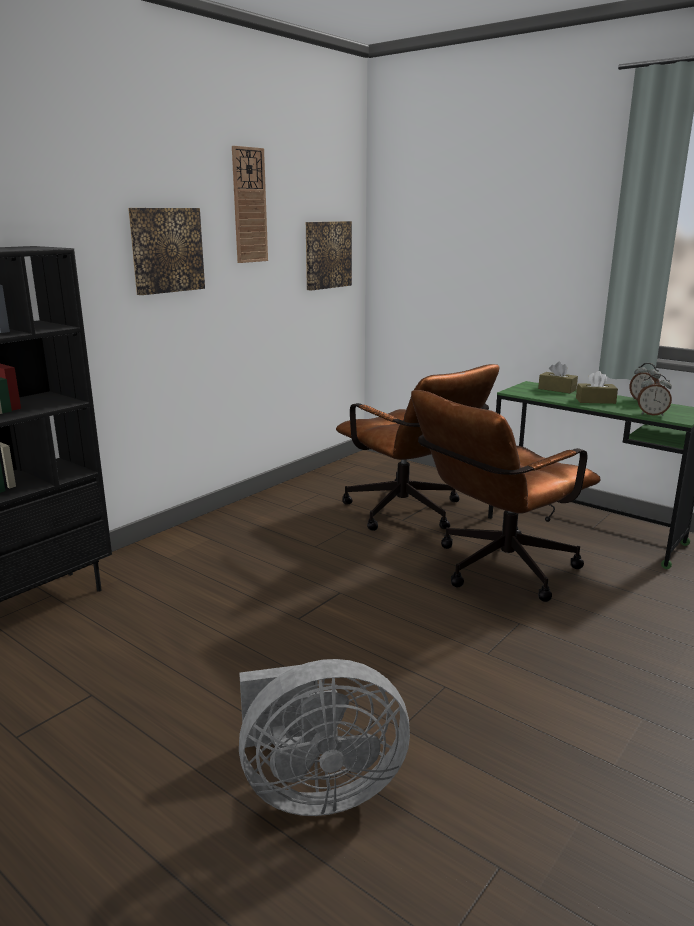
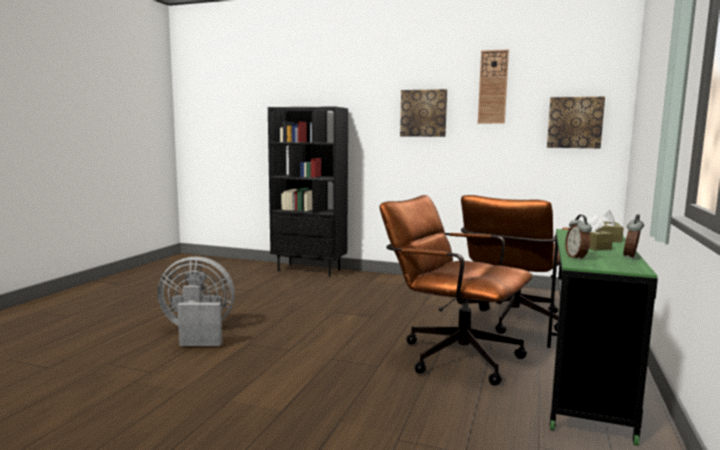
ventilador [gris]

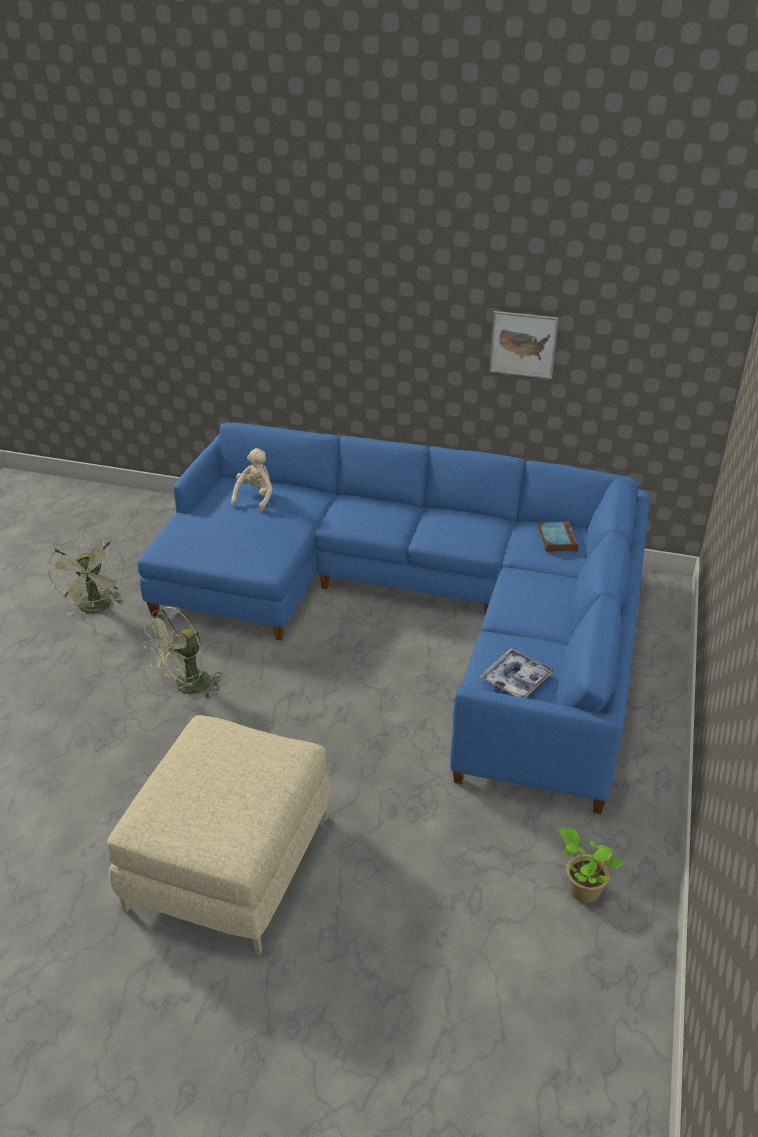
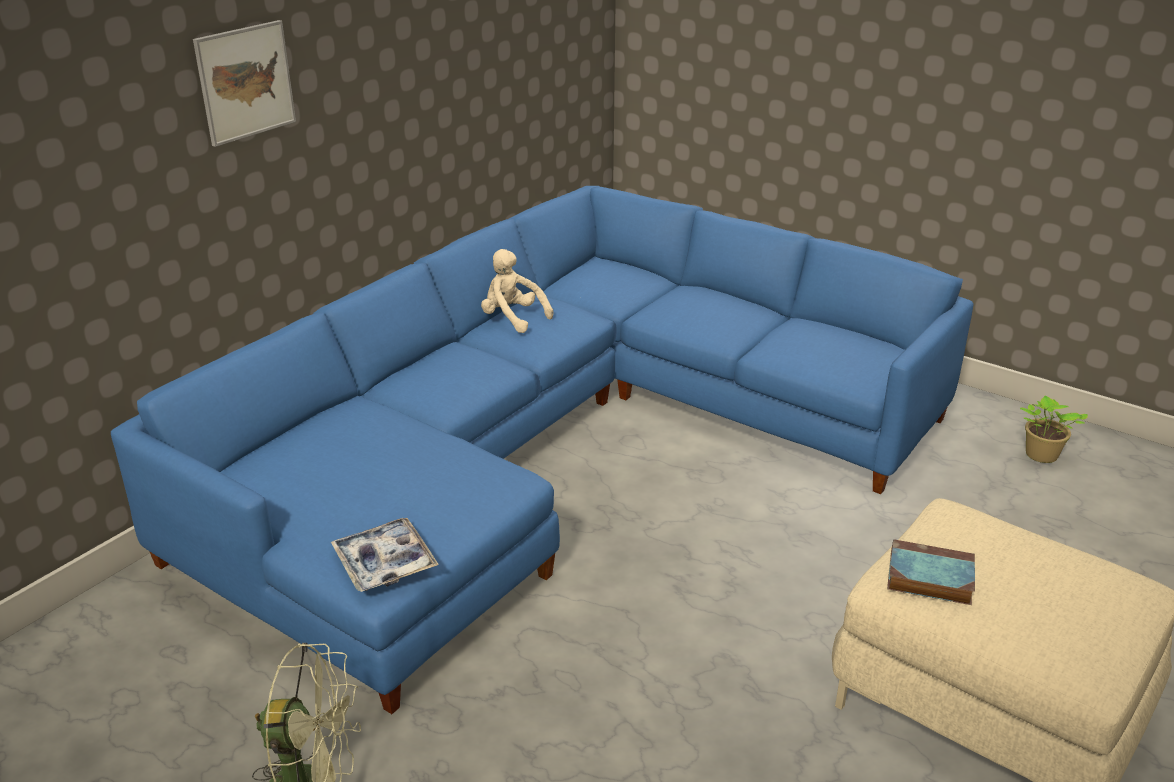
cuadro
peluche [beis]
libro
ventilador [verde] (2nd from left in the first image)
bandeja

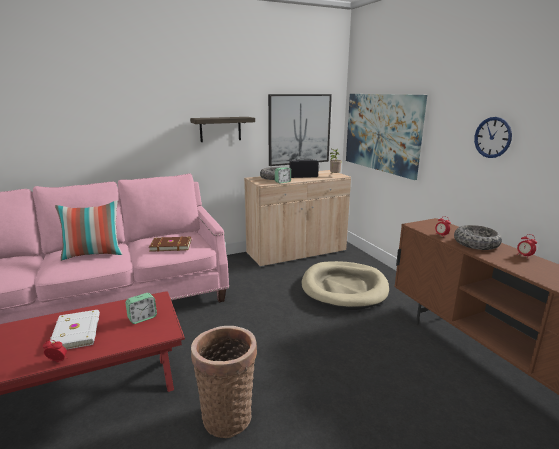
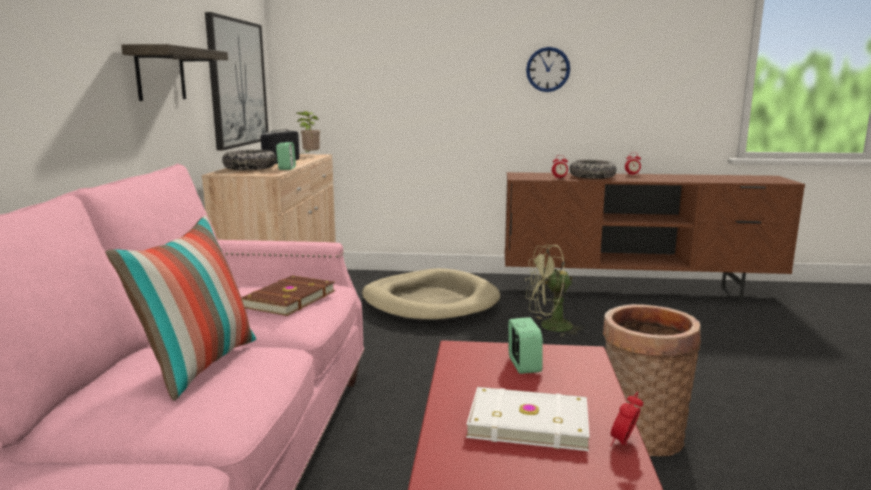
cuadro (2nd from left in the first image)
ventilador [verde]

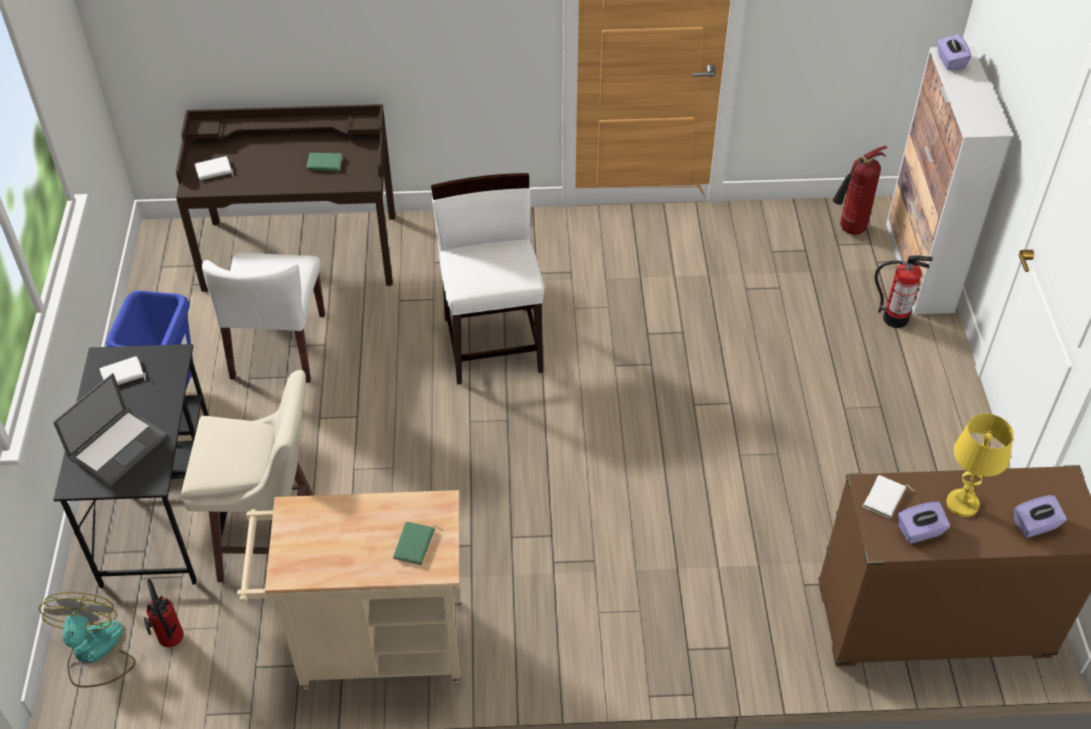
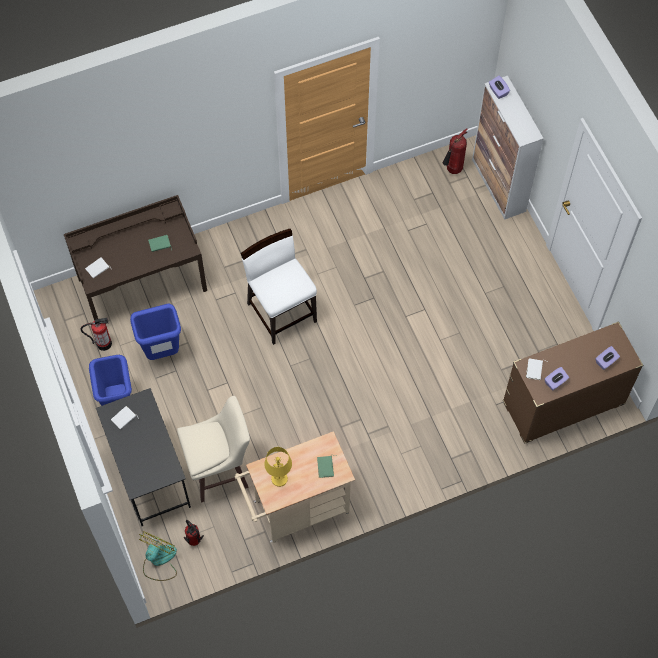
papelera [azul] (2nd from left)
extintor (1st from left)
portátil
lámpara de mesa [amarillo]
ventilador

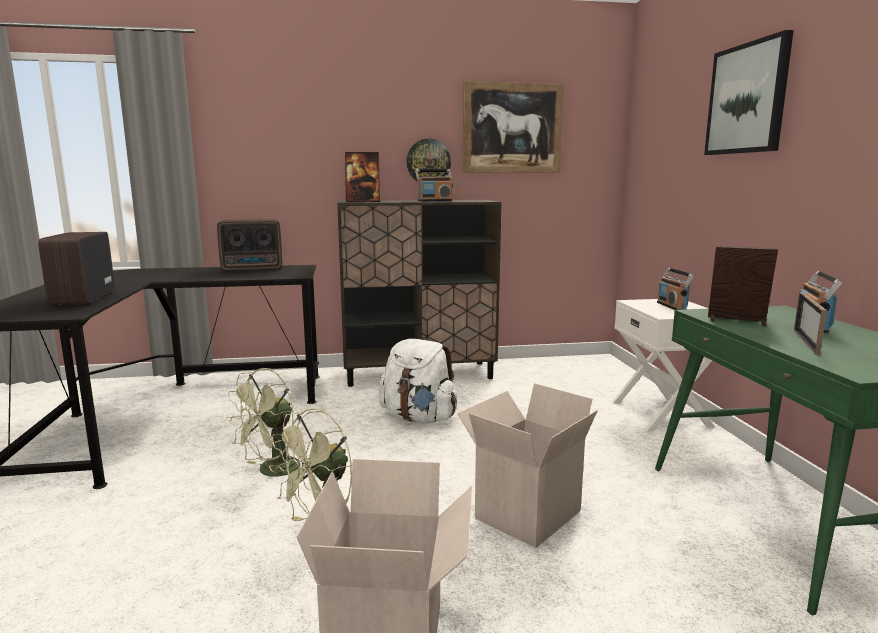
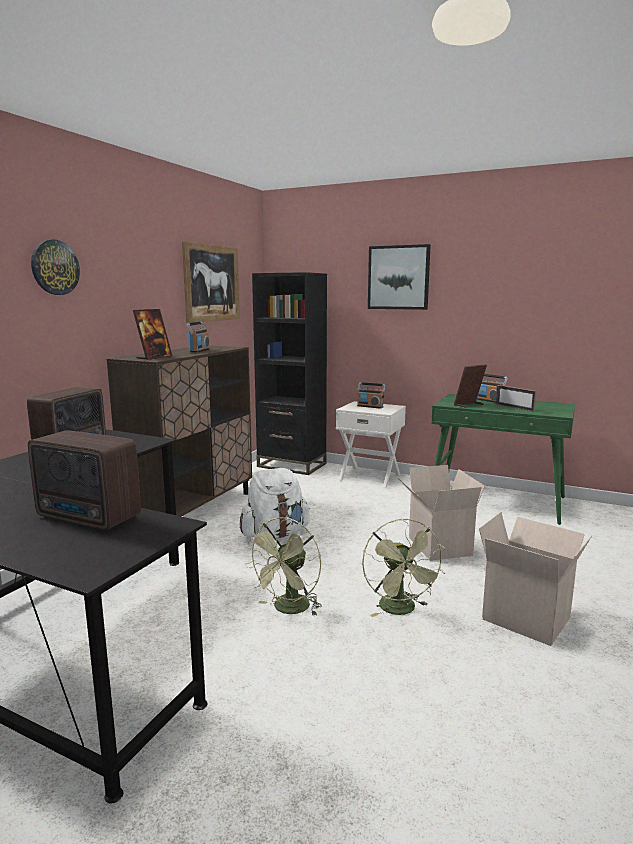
reloj de pared
ventilador [verde] (1st from left)
estantería [negro]

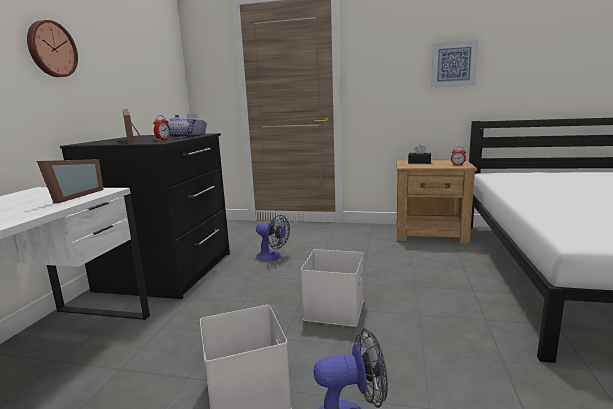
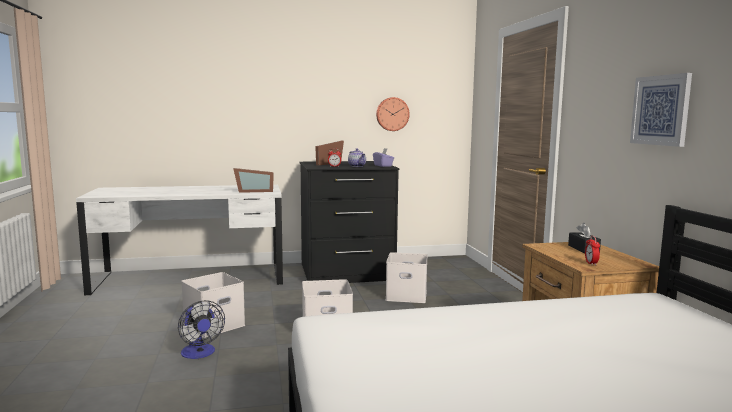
reloj de pared
caja de almacenaje [blanco] (3rd from left)

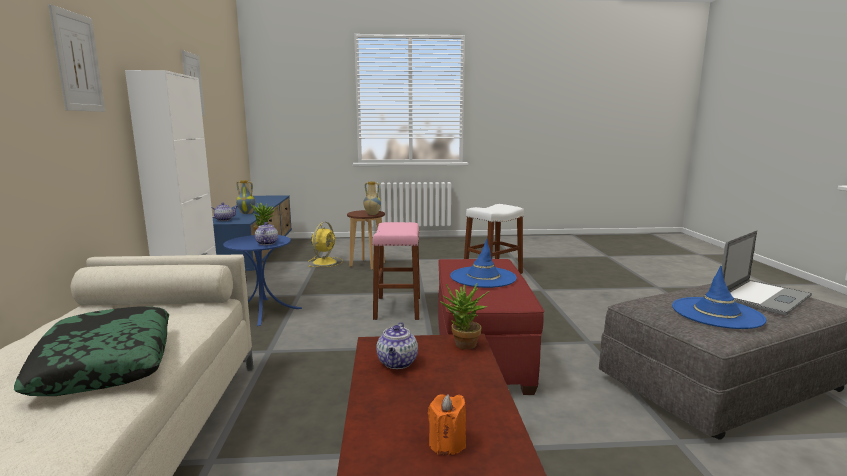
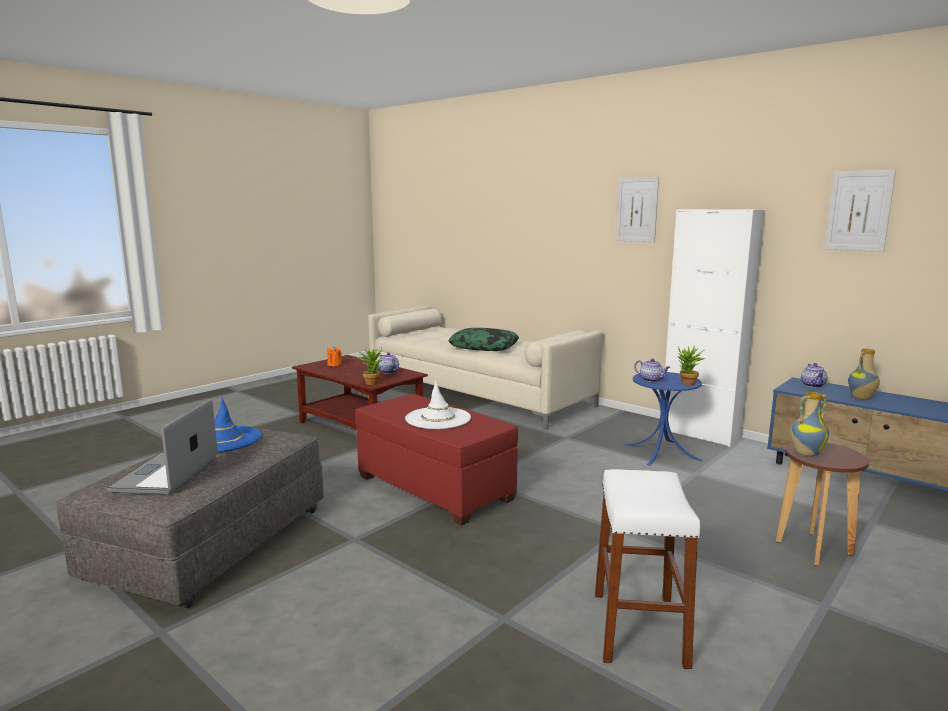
ventilador [amarillo]
taburete [rosa]
sombrero [blanco]

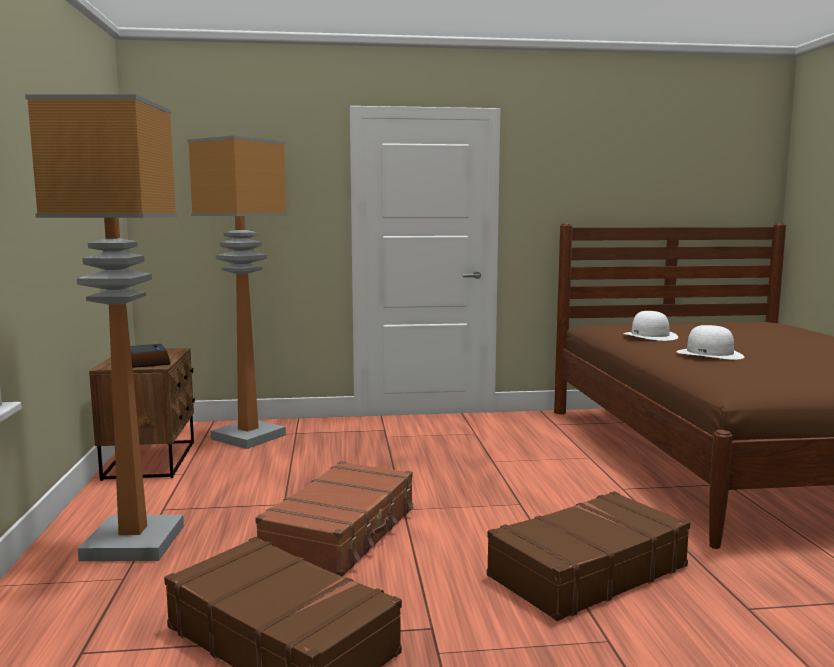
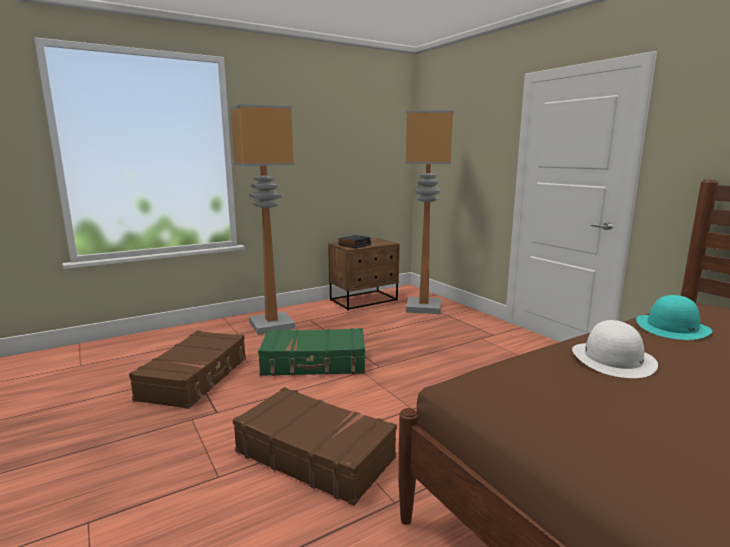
sombrero [turquesa]
maleta [verde]

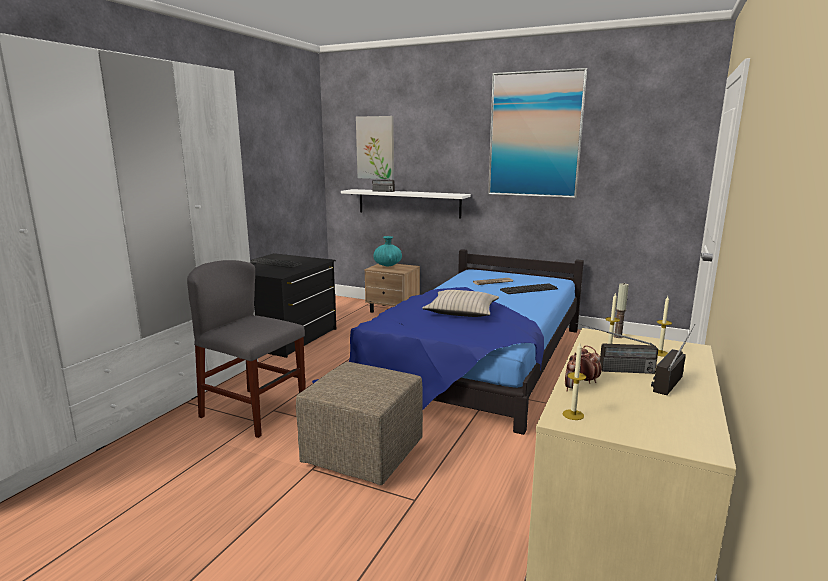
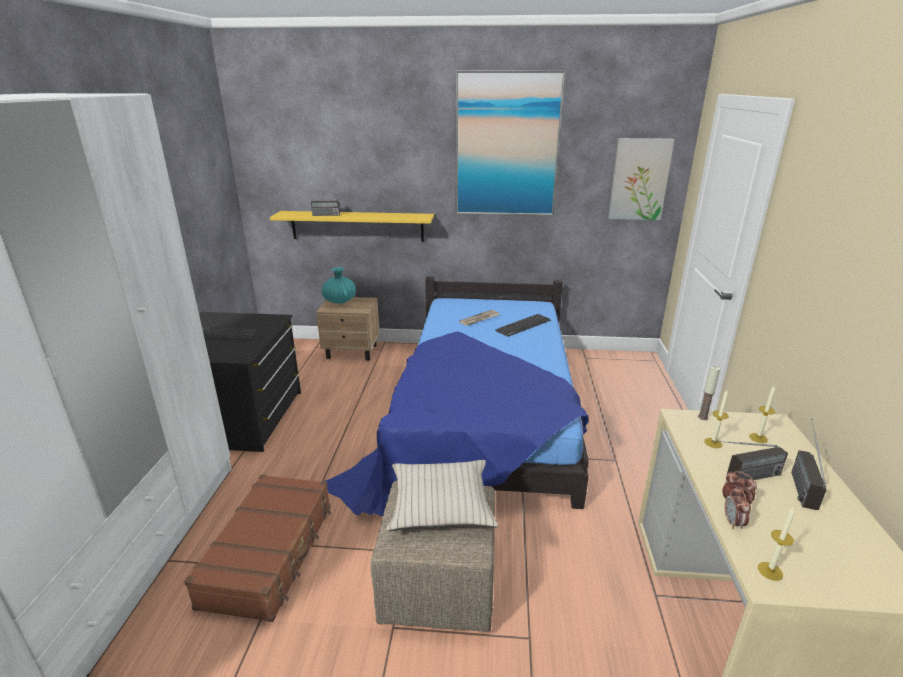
cuadro (2nd from left)
estante [amarillo]
maleta [marrón]
cojín [beis]

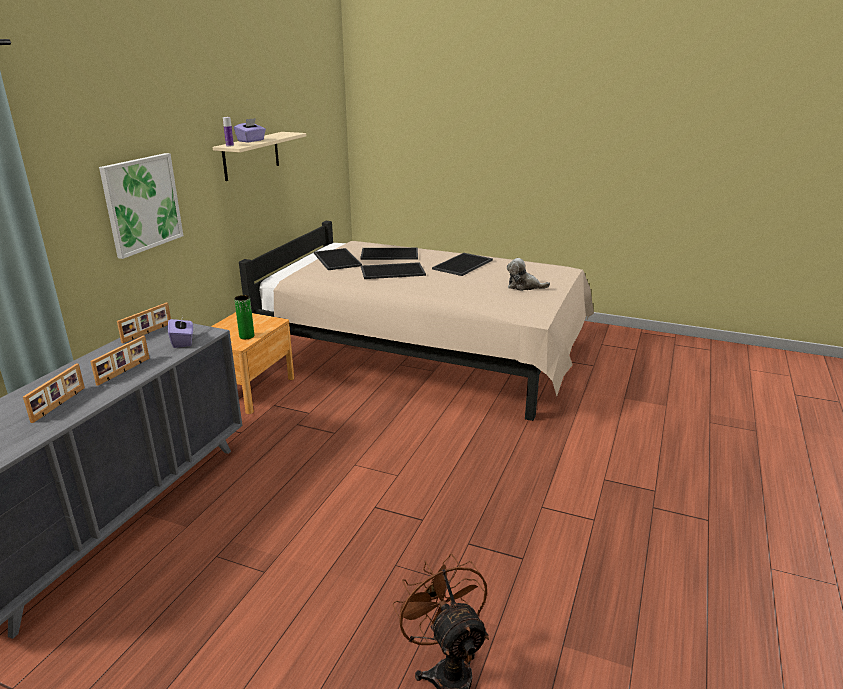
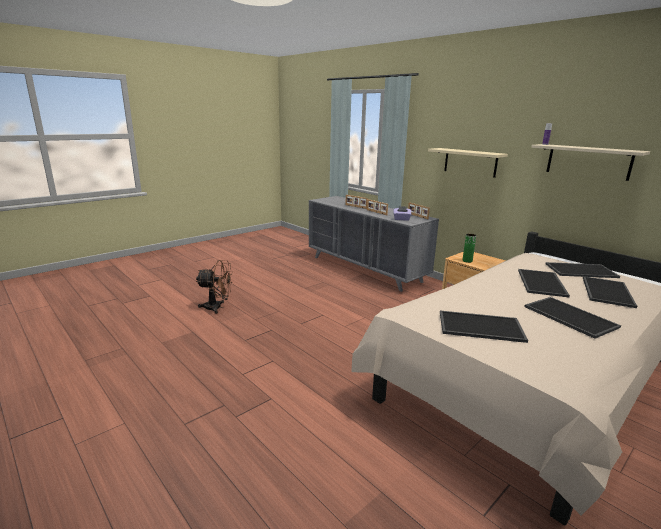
caja de pañuelos [morado] (2nd from left in the first image)
estante [beis] (1st from left)
bandeja (1st from left)

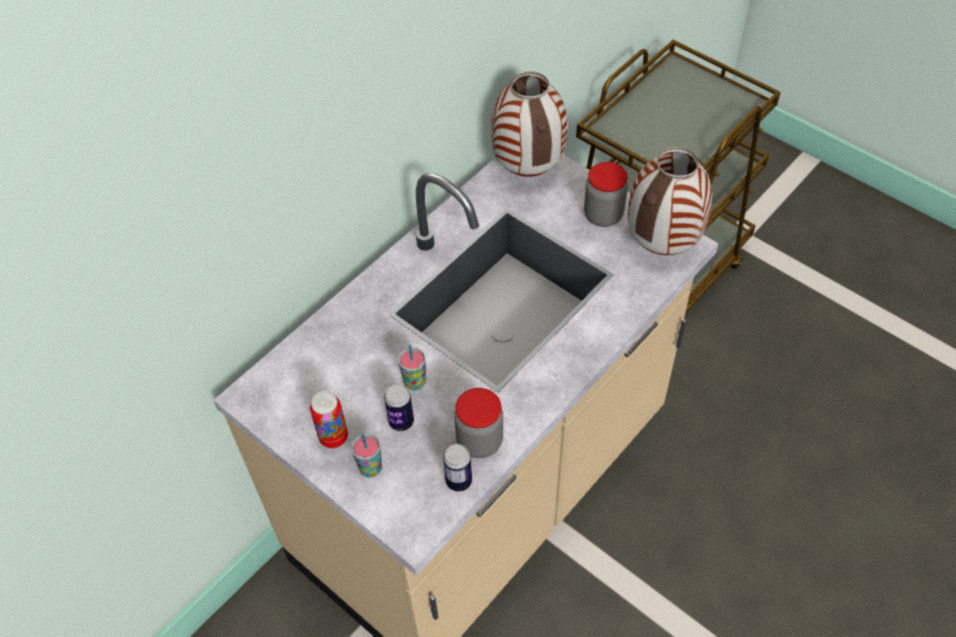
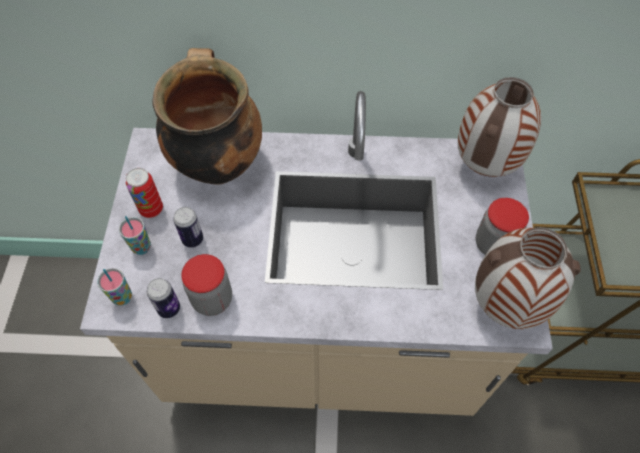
taza (1st from left)
olla

